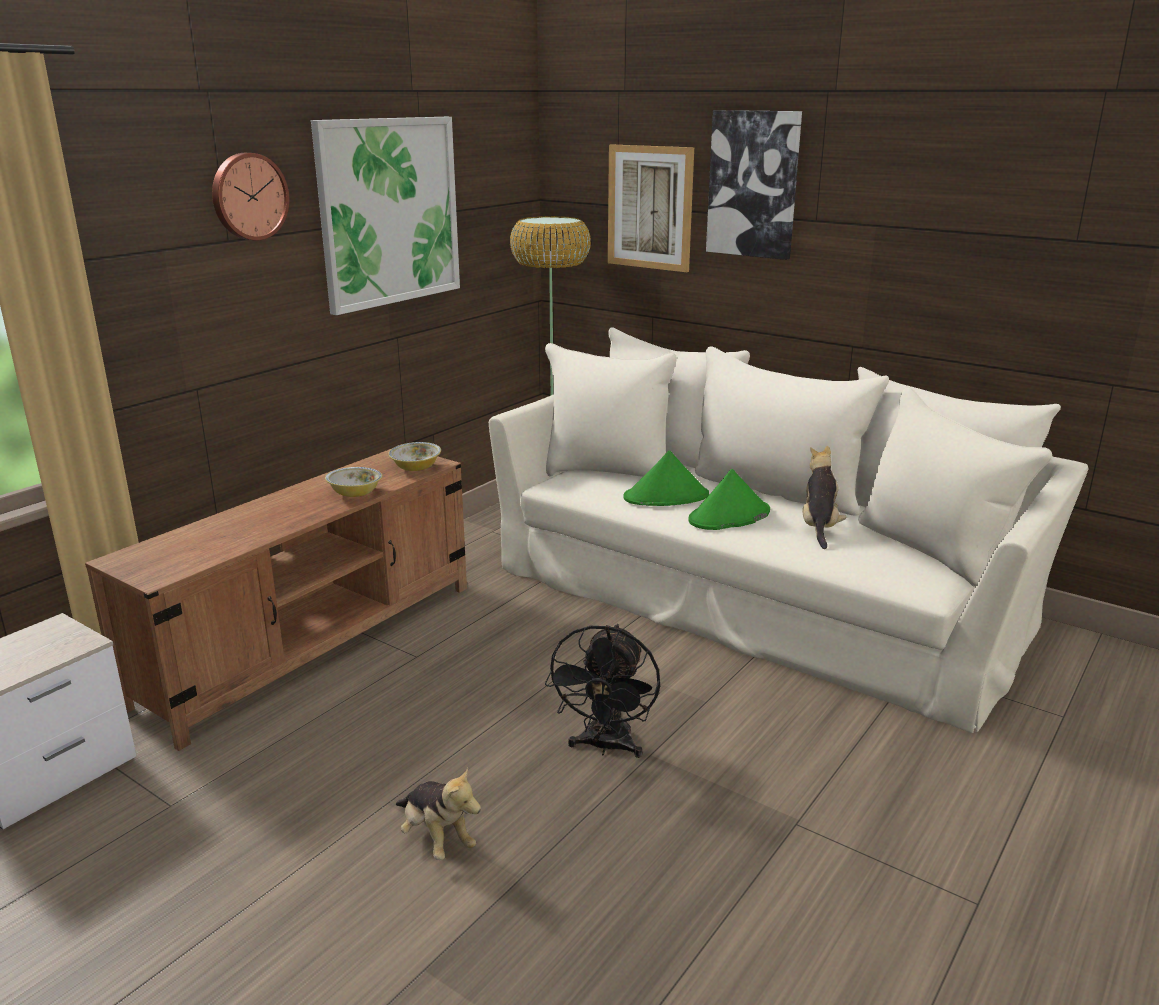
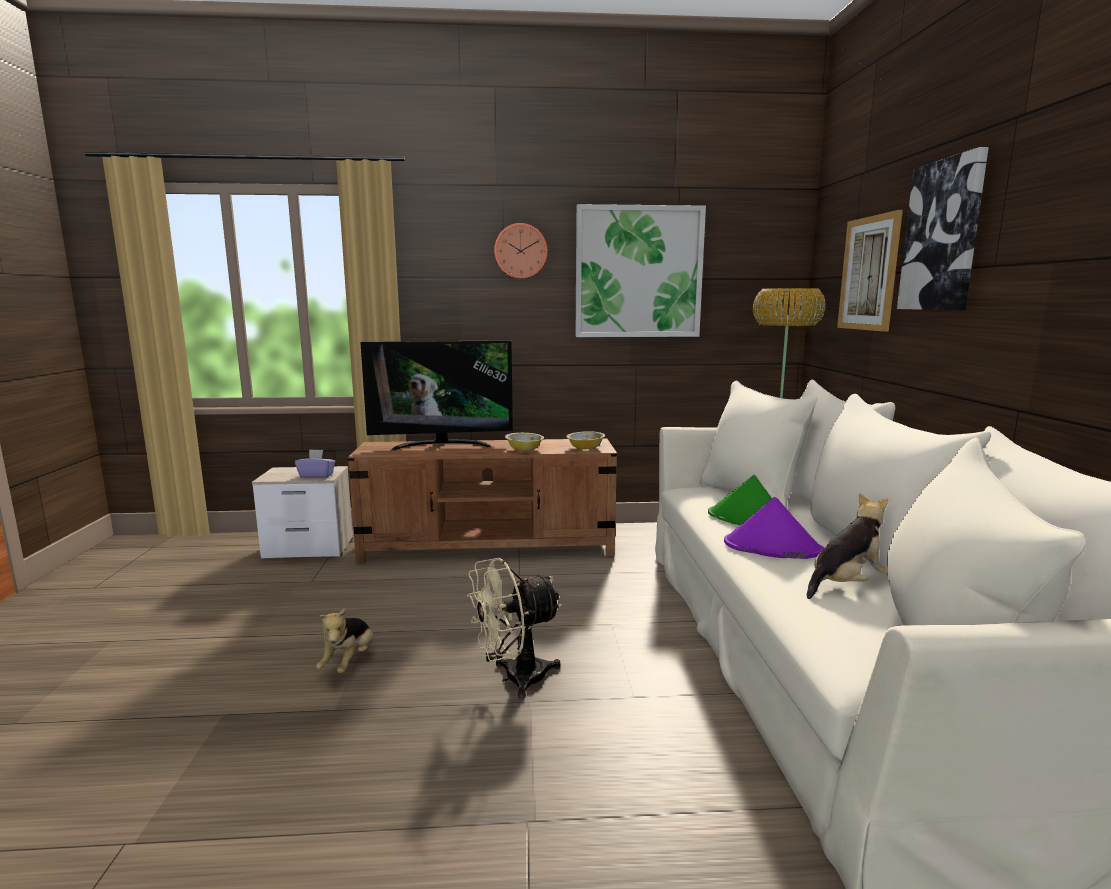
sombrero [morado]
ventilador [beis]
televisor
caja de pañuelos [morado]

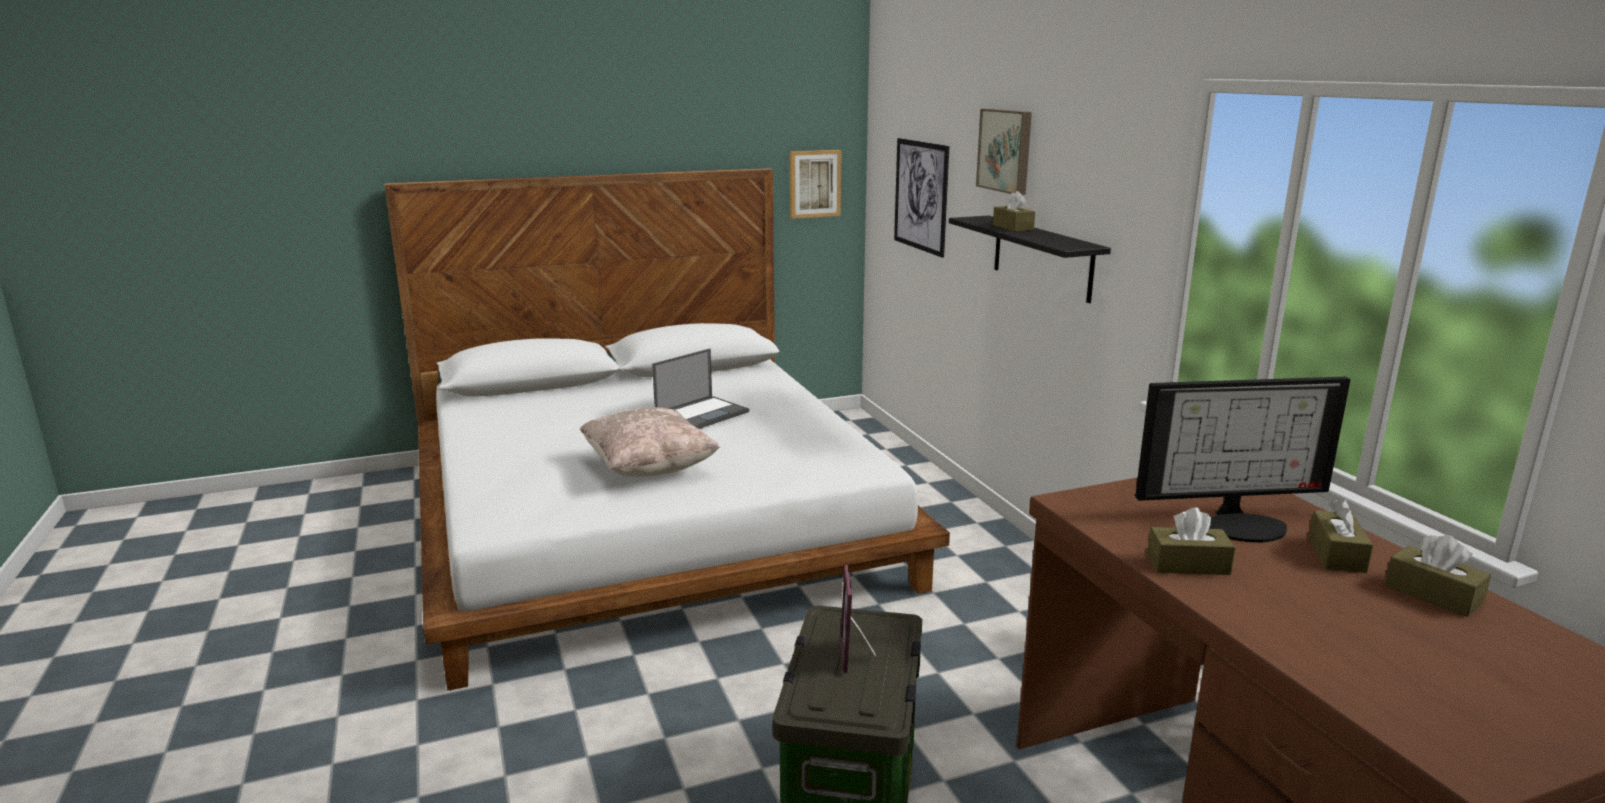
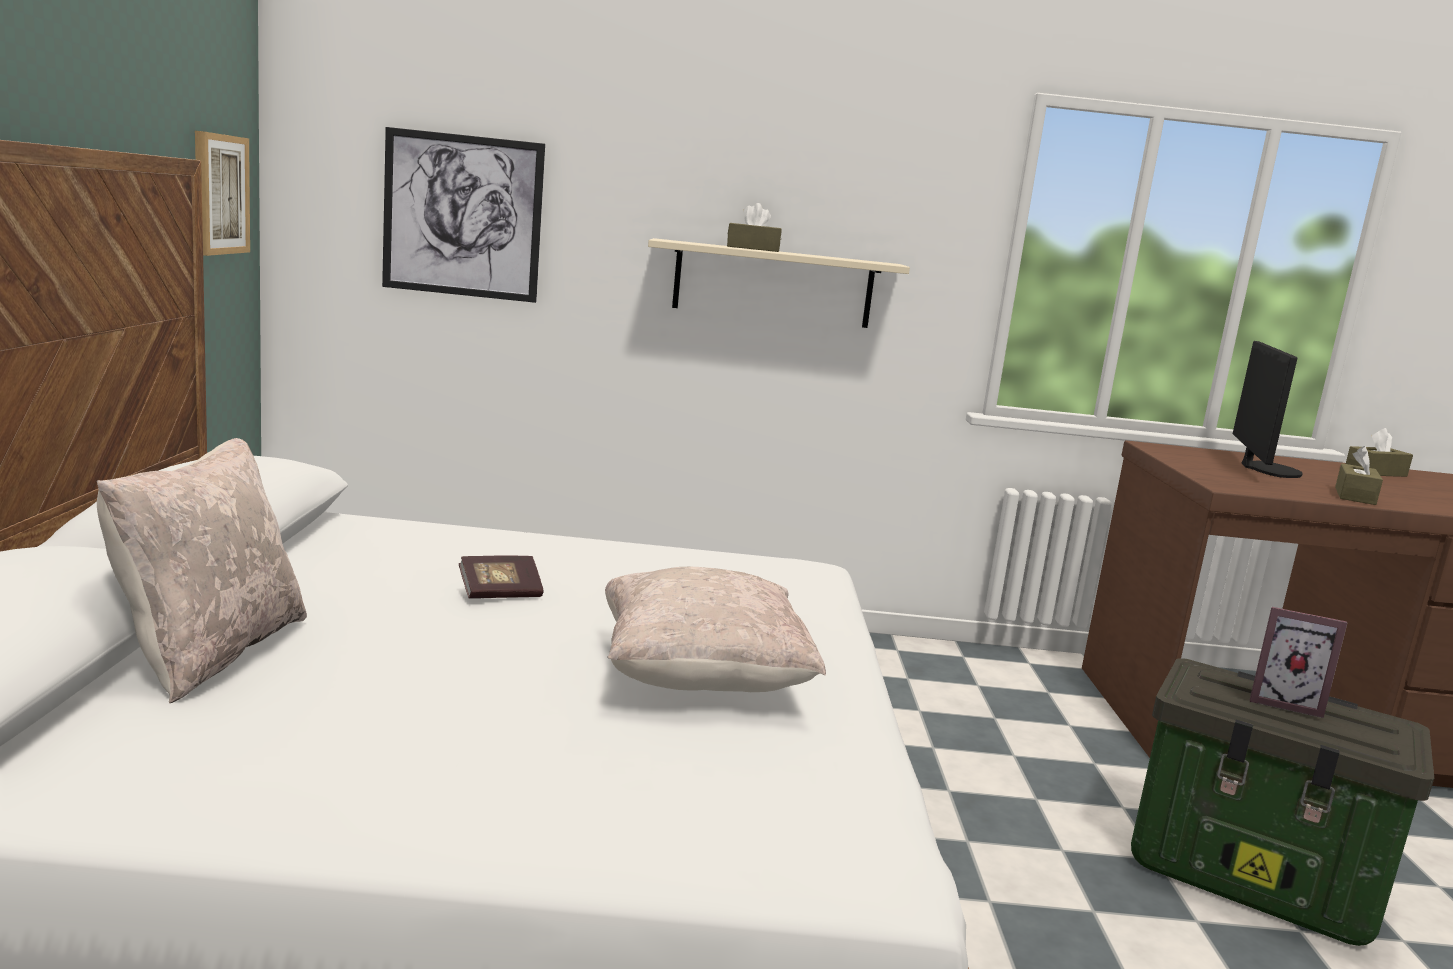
cuadro (3rd from left in the first image)
estante [beis]
libro
caja de pañuelos [marrón] (3rd from left in the first image)
cojín [beis] (1st from left)

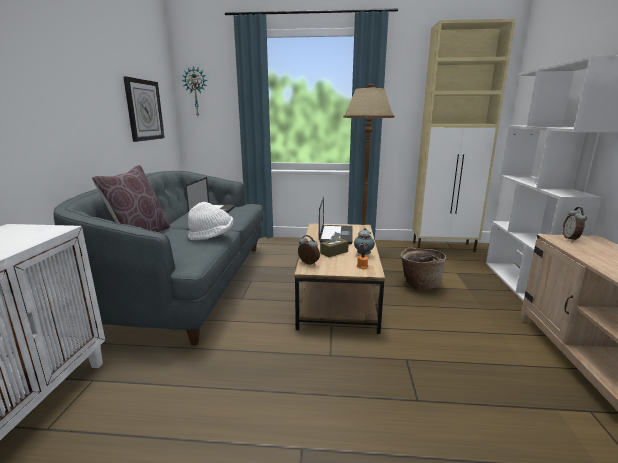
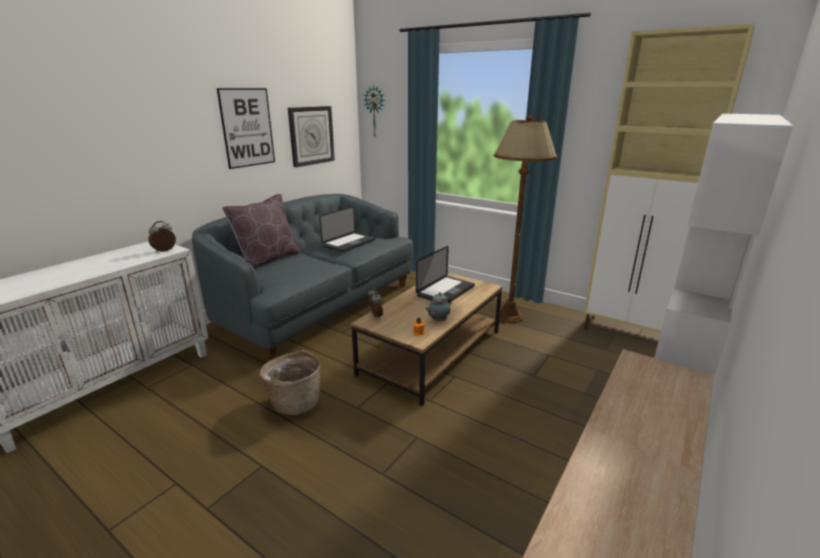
sombrero [blanco]
despertador (1st from left)
caja de pañuelos [marrón]
cesta
cuadro

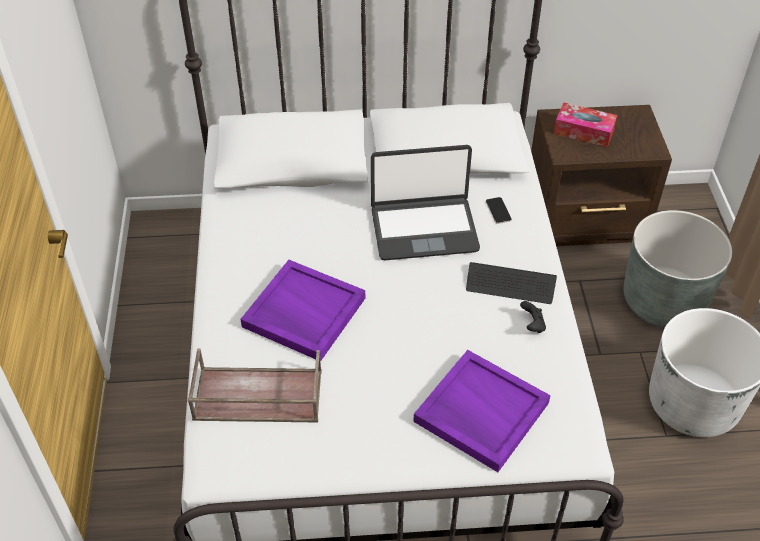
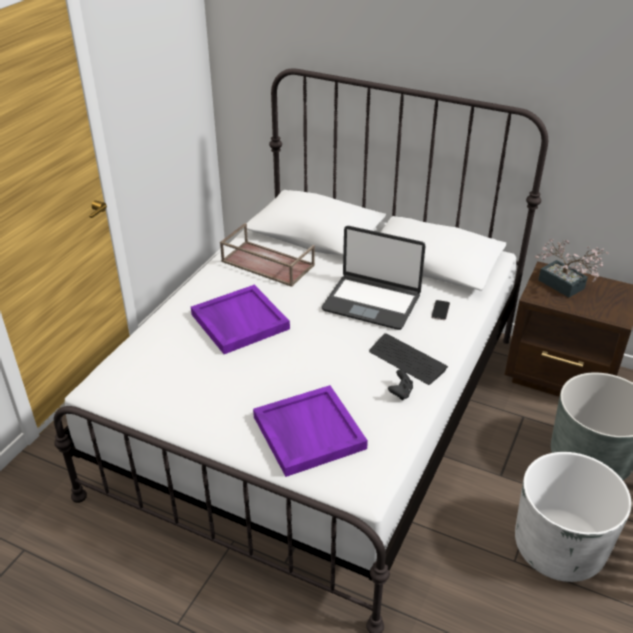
planta en maceta
bandeja [marrón]

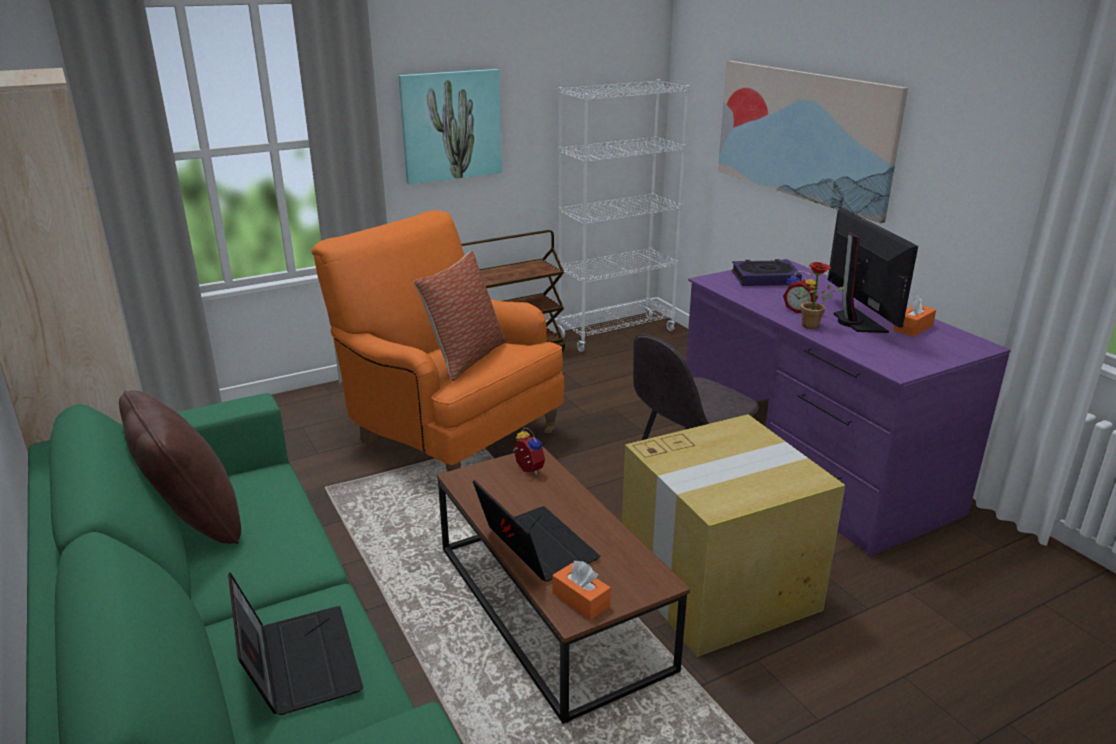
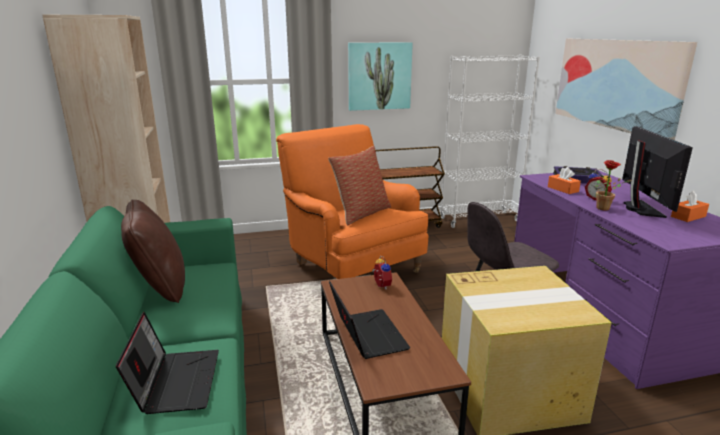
caja de pañuelos [naranja] (1st from left)

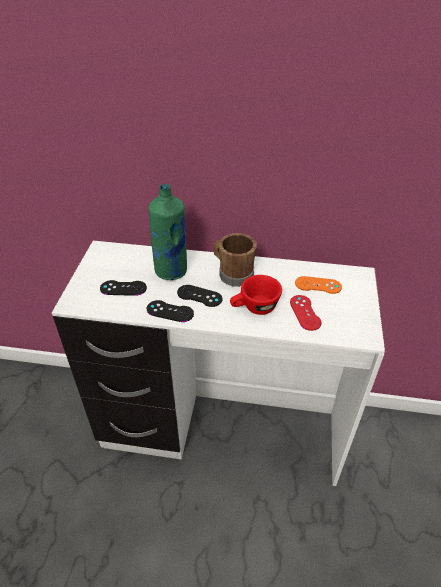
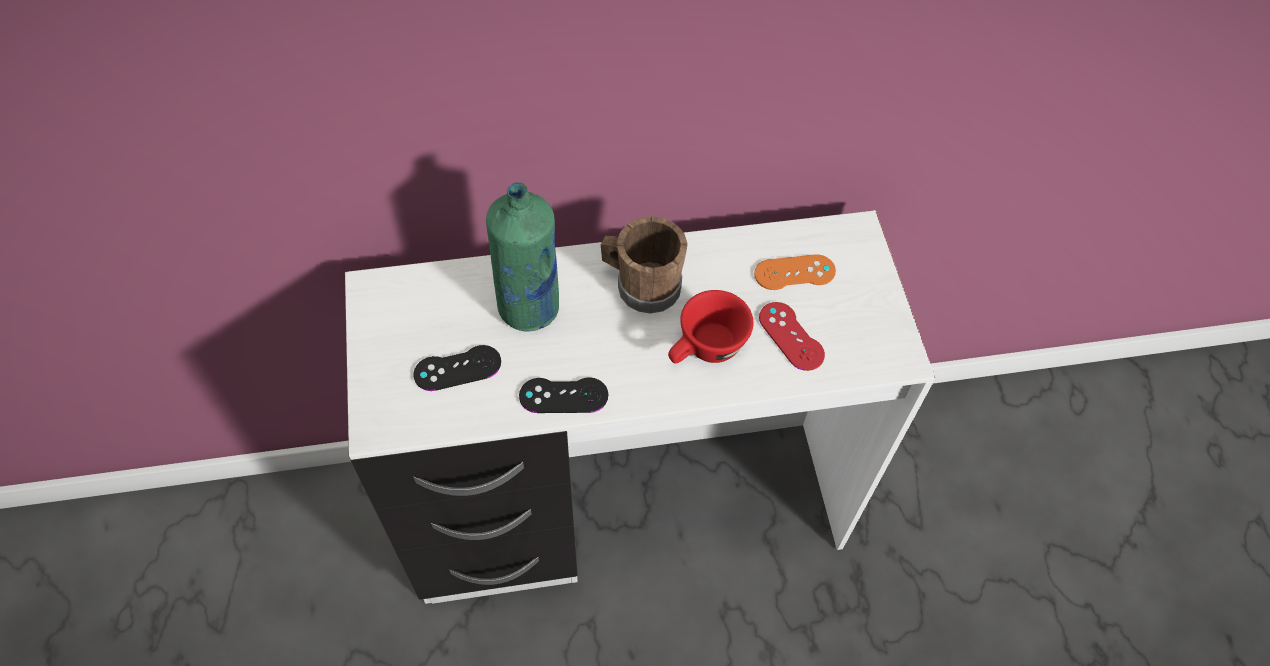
mando de consola [negro] (3rd from left in the first image)

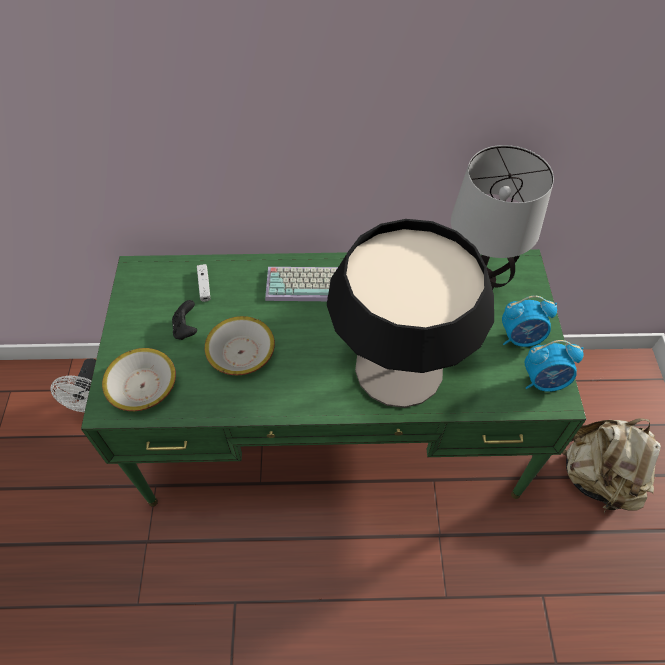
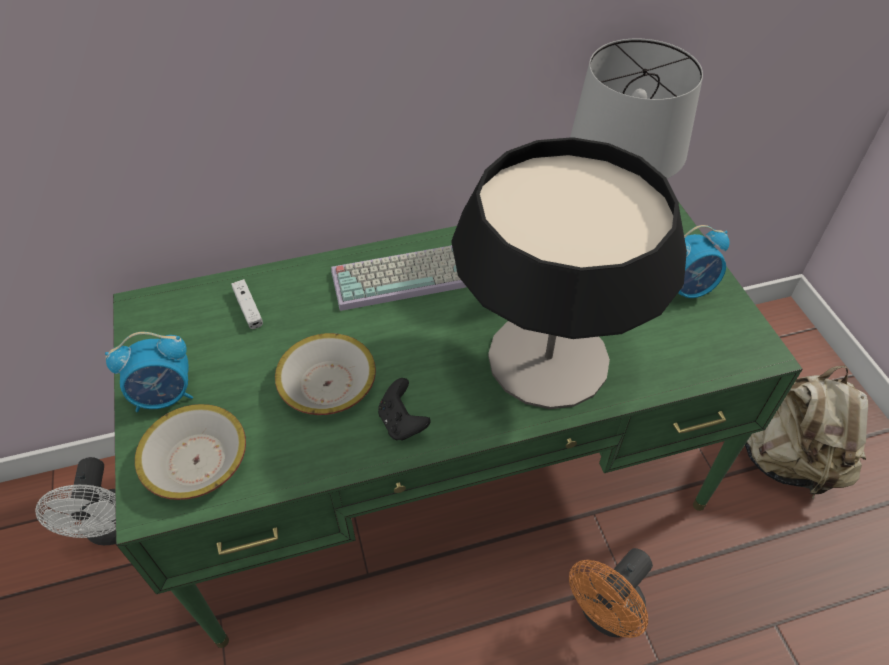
mando de consola [negro]
despertador (1st from left)
ventilador [naranja]

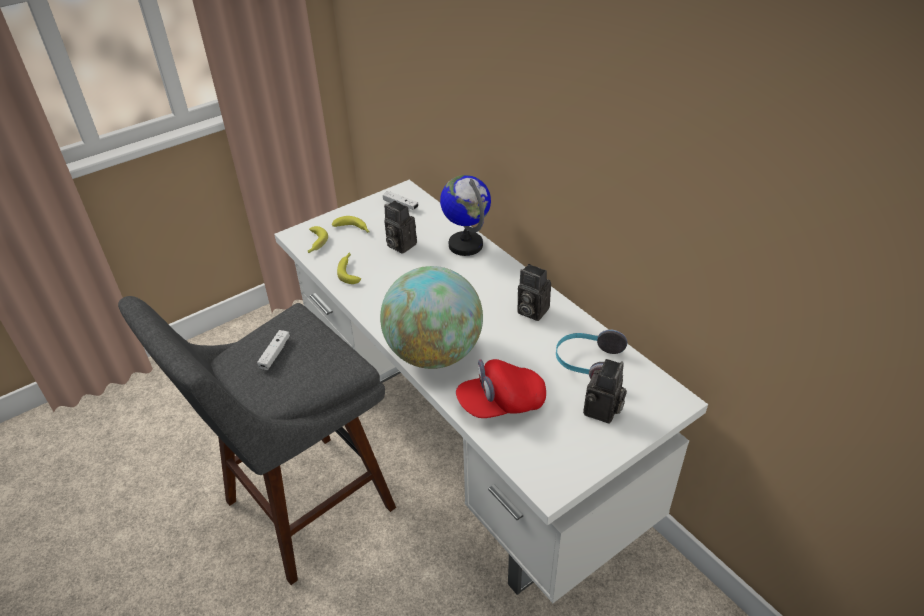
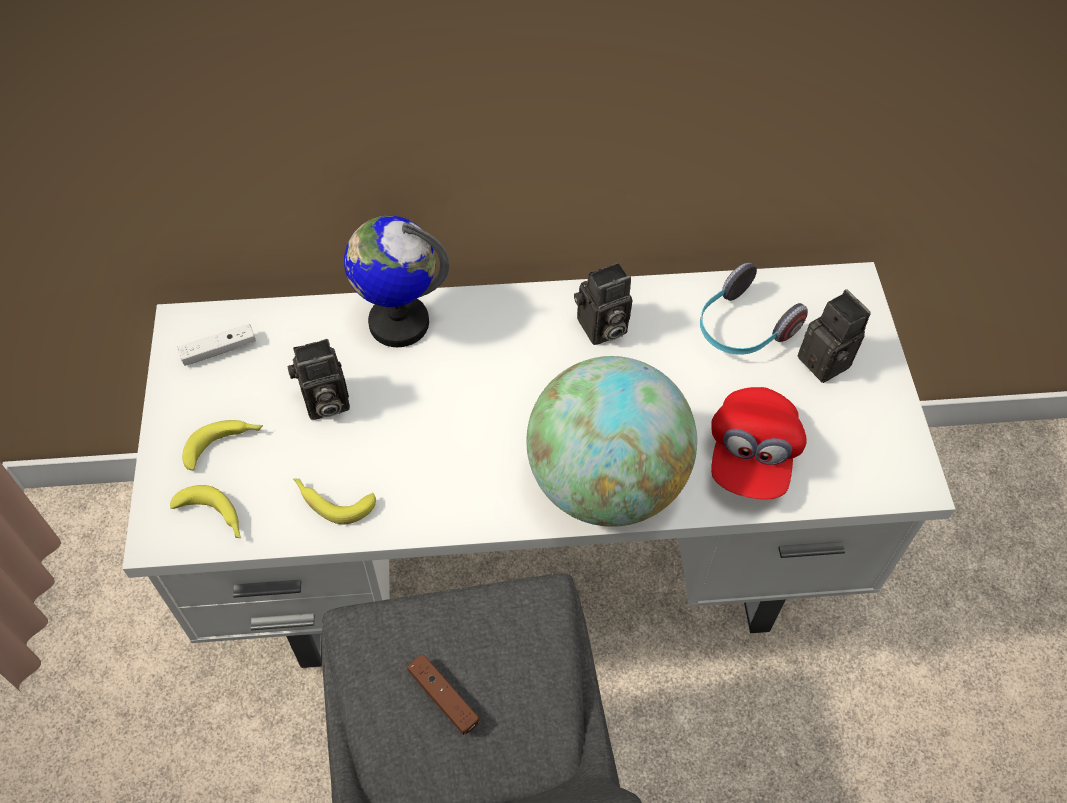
mando de consola [marrón]

